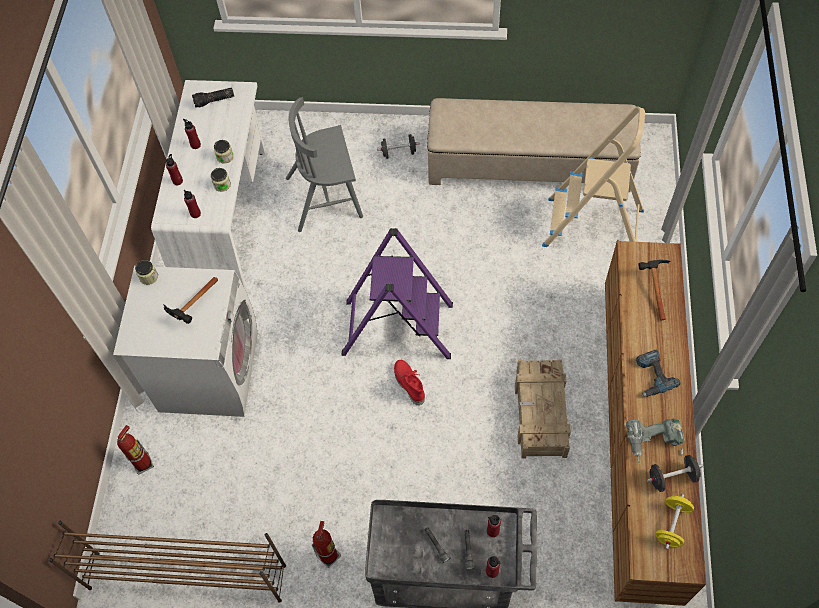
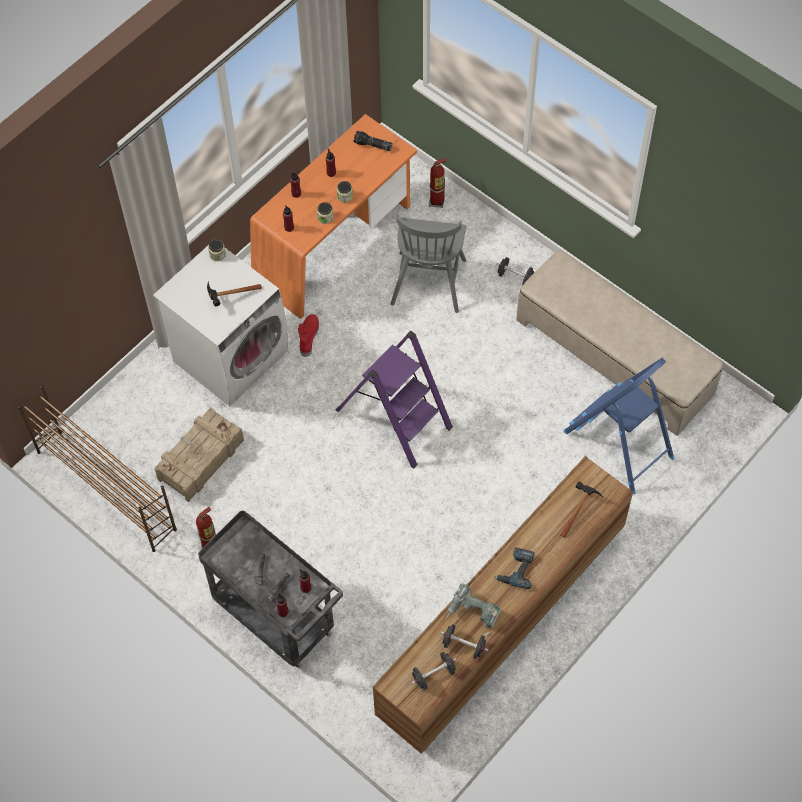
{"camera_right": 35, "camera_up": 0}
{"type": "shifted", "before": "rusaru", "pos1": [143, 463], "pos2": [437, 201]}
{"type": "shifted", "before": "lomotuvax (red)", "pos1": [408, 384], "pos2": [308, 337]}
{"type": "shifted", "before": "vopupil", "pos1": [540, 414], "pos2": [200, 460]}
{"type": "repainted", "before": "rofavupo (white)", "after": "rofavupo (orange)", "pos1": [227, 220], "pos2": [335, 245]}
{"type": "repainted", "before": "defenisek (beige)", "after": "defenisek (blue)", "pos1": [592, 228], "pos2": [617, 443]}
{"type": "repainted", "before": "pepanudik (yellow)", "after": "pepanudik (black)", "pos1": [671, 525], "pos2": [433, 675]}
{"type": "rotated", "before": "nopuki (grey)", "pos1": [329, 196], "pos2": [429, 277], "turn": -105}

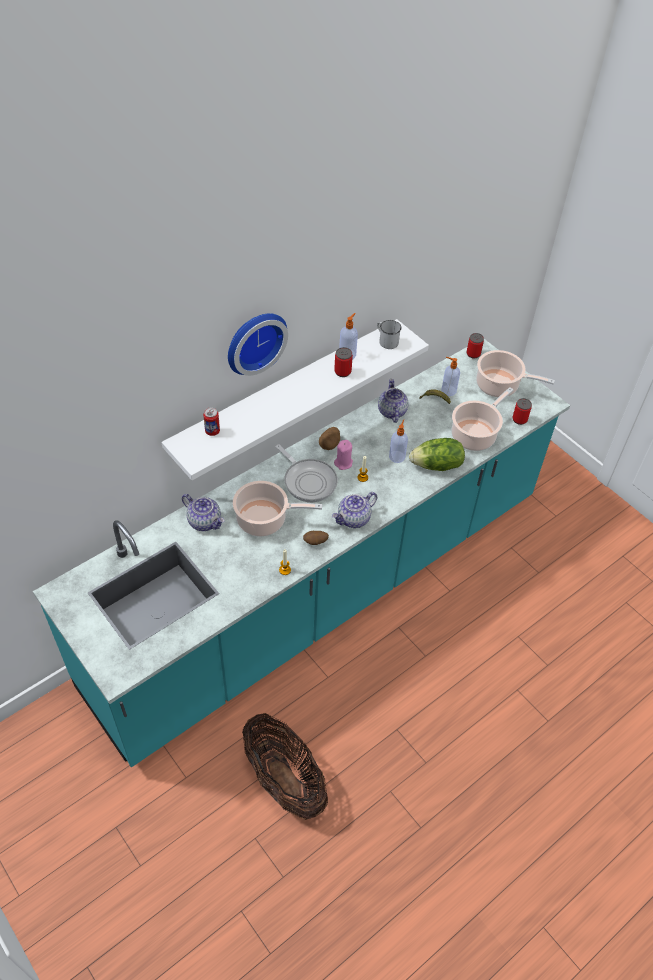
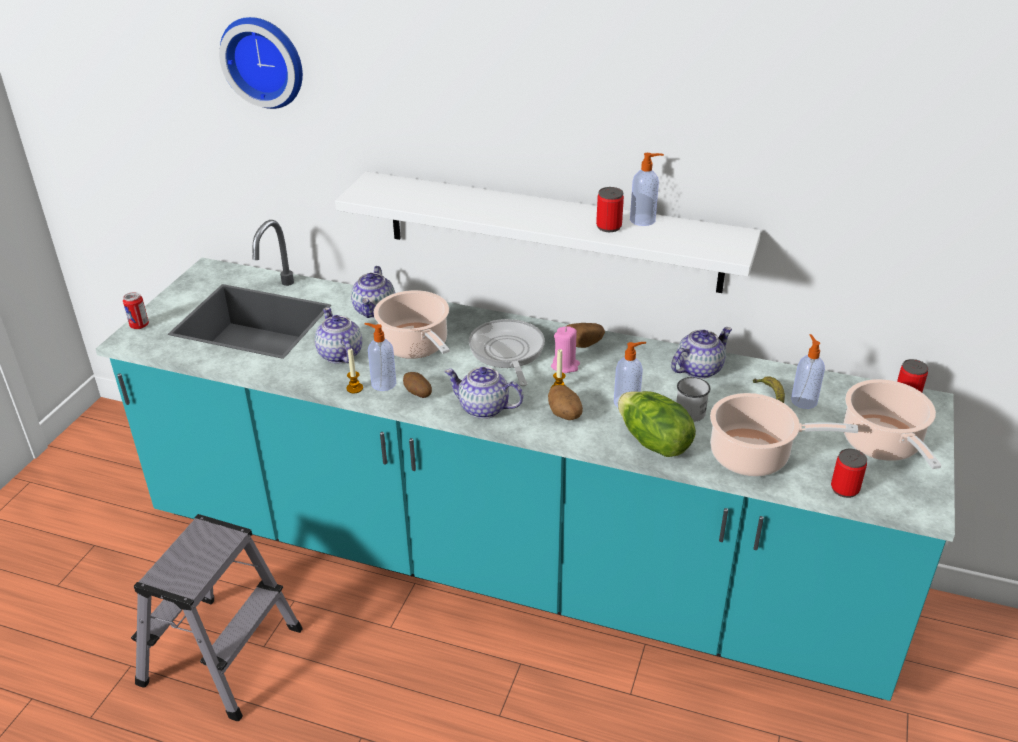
{"camera_right": 60, "camera_up": -15}
{"type": "new", "after": "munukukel", "pos2": [339, 354]}
{"type": "new", "after": "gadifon", "pos2": [382, 383]}
{"type": "new", "after": "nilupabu", "pos2": [565, 414]}
{"type": "shifted", "before": "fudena", "pos1": [212, 431], "pos2": [139, 325]}
{"type": "shifted", "before": "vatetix", "pos1": [254, 341], "pos2": [265, 61]}
{"type": "shifted", "before": "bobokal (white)", "pos1": [386, 341], "pos2": [691, 409]}
{"type": "swapped", "before": "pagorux", "after": "defenisek (grey)", "pos1": [284, 779], "pos2": [221, 655]}
{"type": "rotated", "before": "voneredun", "pos1": [308, 481], "pos2": [507, 352], "turn": 150}

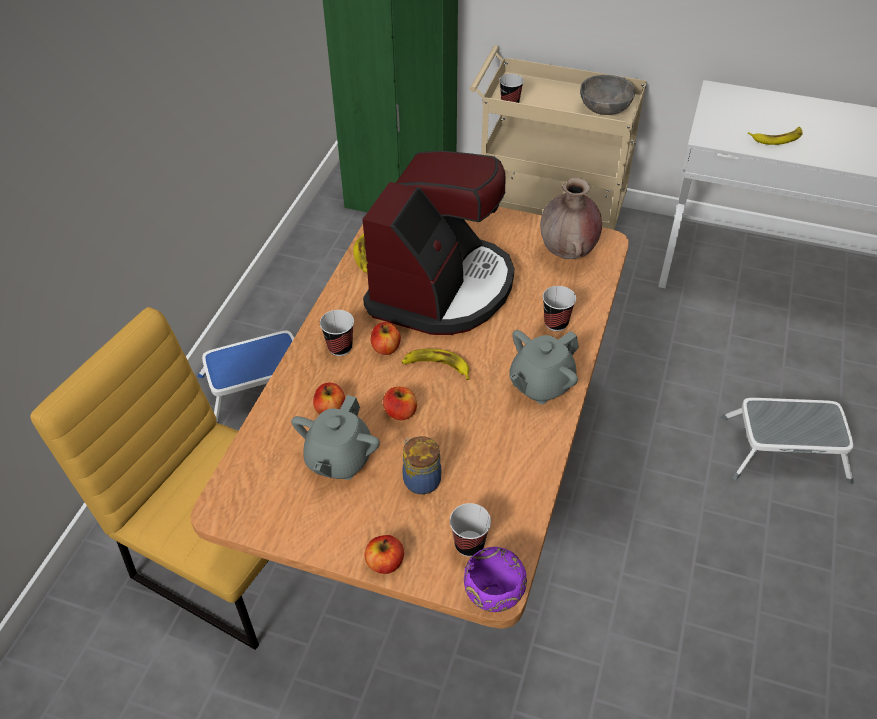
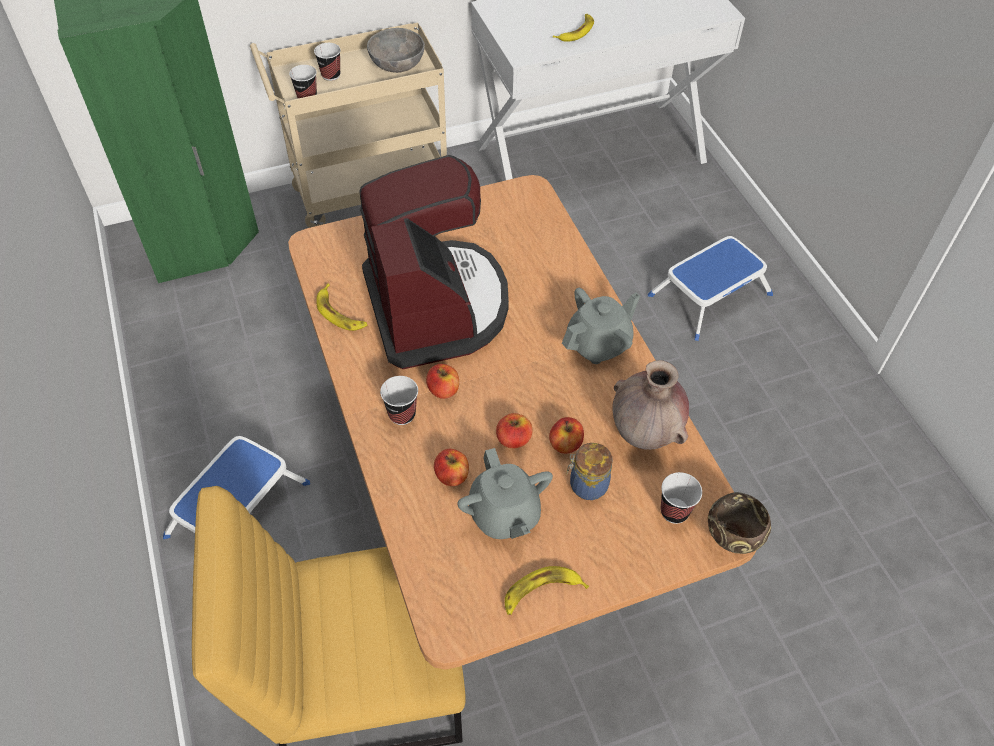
{"camera_right": -40, "camera_up": 5}
{"type": "shifted", "before": "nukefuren", "pos1": [385, 563], "pos2": [565, 444]}
{"type": "shifted", "before": "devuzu", "pos1": [436, 366], "pos2": [541, 592]}
{"type": "shifted", "before": "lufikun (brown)", "pos1": [567, 253], "pos2": [644, 434]}
{"type": "shifted", "before": "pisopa", "pos1": [556, 323], "pos2": [331, 75]}
{"type": "repainted", "before": "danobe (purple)", "after": "danobe (brown)", "pos1": [493, 598], "pos2": [732, 540]}
{"type": "repainted", "before": "defenisek (grey)", "after": "defenisek (blue)", "pos1": [785, 450], "pos2": [710, 295]}
{"type": "rotated", "before": "munukukel (grey)", "pos1": [540, 384], "pos2": [598, 344], "turn": -135}

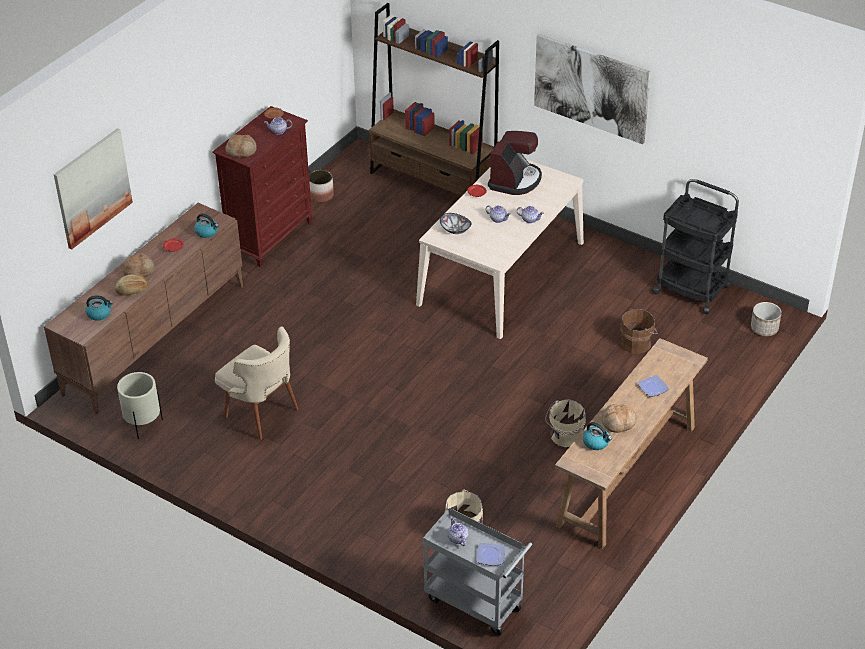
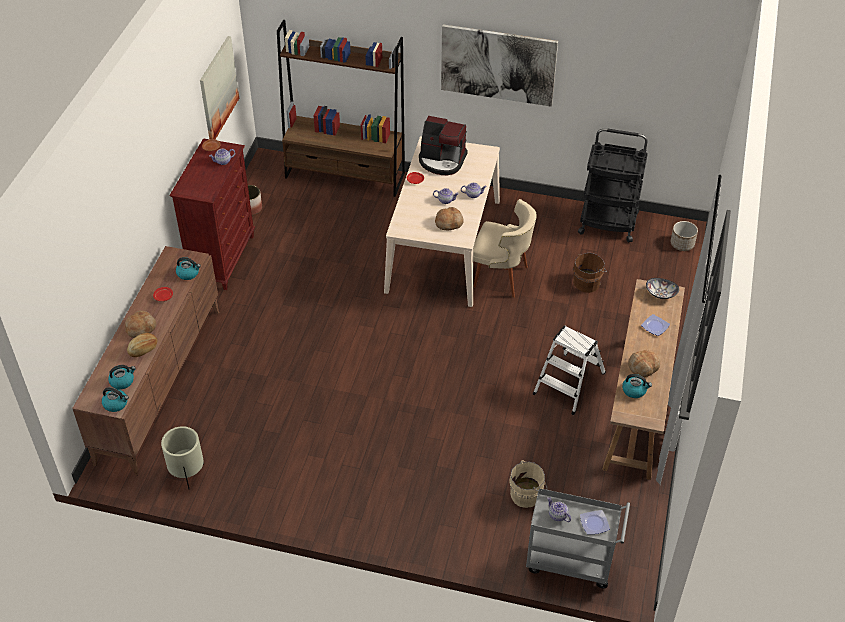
{"camera_right": -20, "camera_up": 5}
{"type": "new", "after": "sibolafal", "pos2": [116, 404]}
{"type": "shifted", "before": "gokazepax", "pos1": [92, 188], "pos2": [218, 89]}
{"type": "shifted", "before": "nopuki (beige)", "pos1": [261, 413], "pos2": [500, 277]}
{"type": "shifted", "before": "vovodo", "pos1": [241, 151], "pos2": [449, 222]}
{"type": "shifted", "before": "danobe", "pos1": [455, 230], "pos2": [660, 294]}
{"type": "swapped", "before": "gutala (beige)", "after": "defenisek (white)", "pos1": [564, 436], "pos2": [569, 383]}
{"type": "rotated", "before": "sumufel", "pos1": [515, 180], "pos2": [442, 160], "turn": 105}

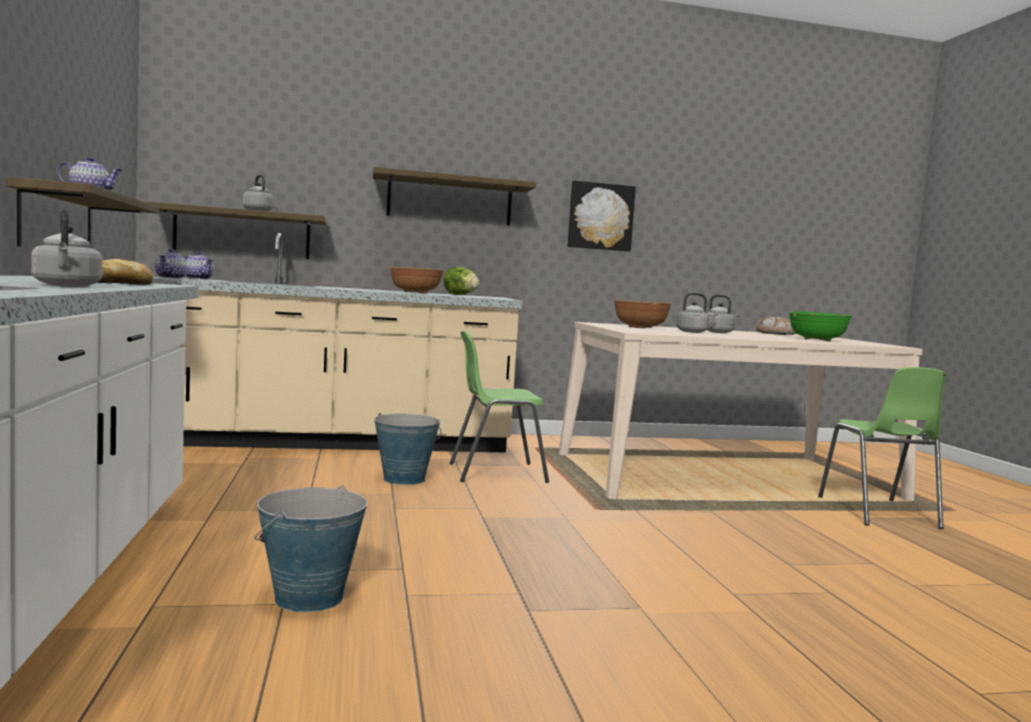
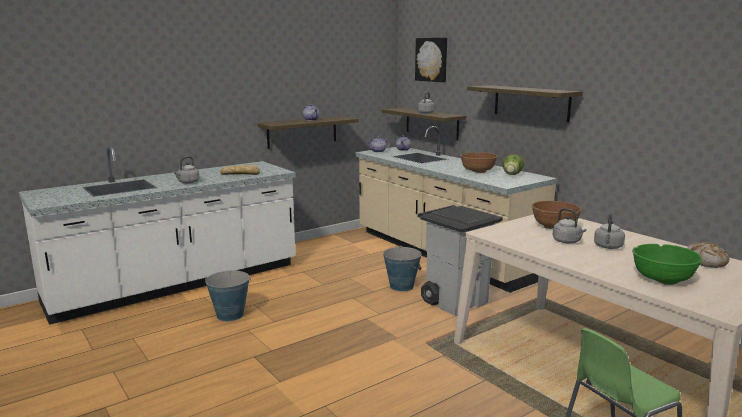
{"camera_right": 65, "camera_up": 10}
{"type": "shifted", "before": "gokazepax", "pos1": [600, 216], "pos2": [432, 59]}
{"type": "swapped", "before": "nopuki (green)", "after": "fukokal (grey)", "pos1": [496, 472], "pos2": [455, 301]}

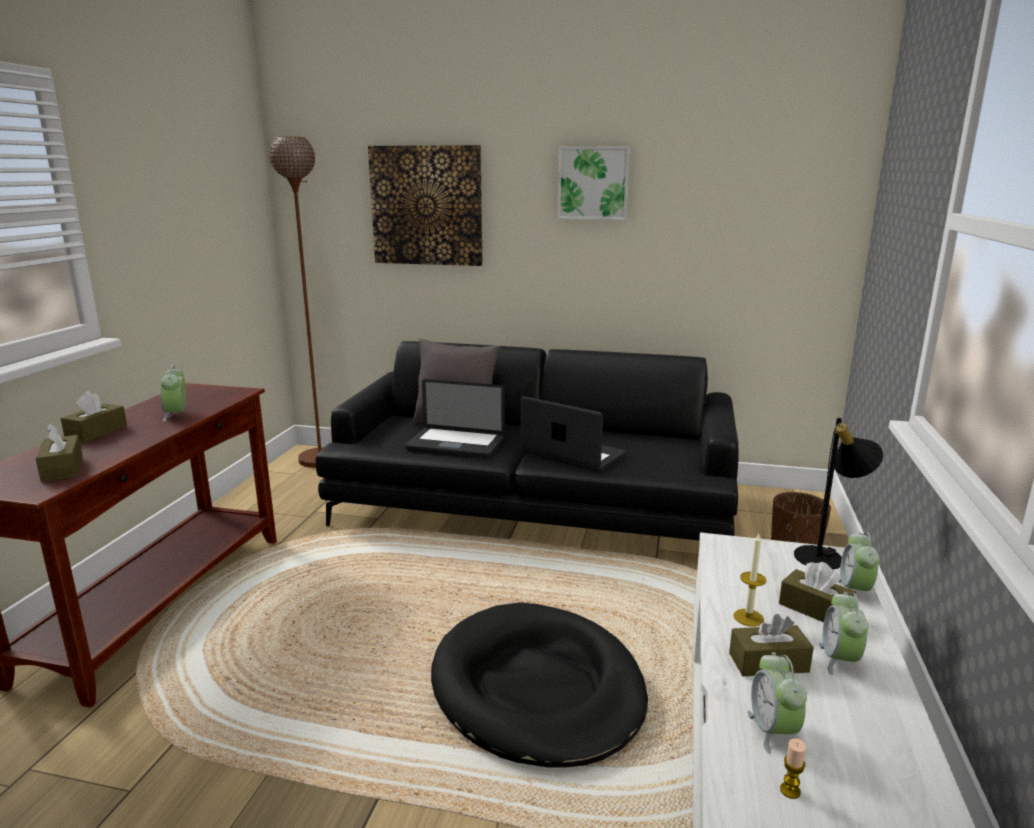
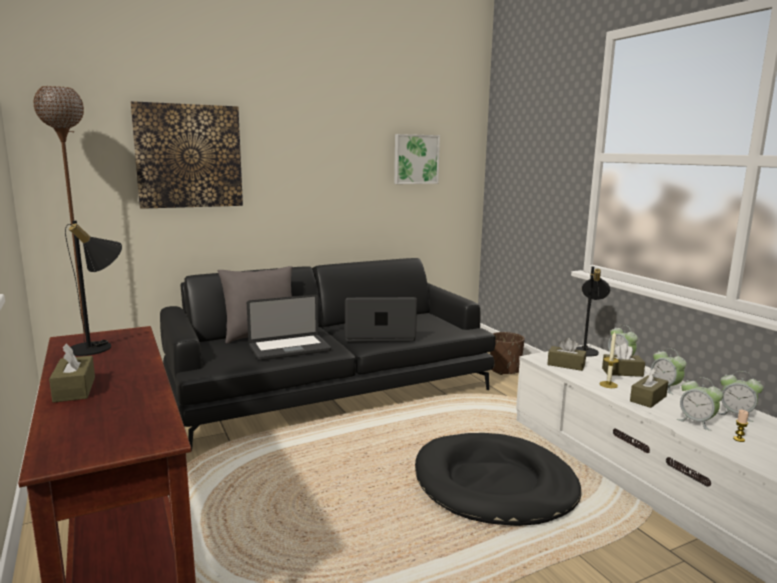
{"camera_right": -40, "camera_up": -5}
{"type": "new", "after": "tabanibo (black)", "pos2": [98, 347]}
{"type": "shifted", "before": "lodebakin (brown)", "pos1": [62, 469], "pos2": [566, 365]}
{"type": "shifted", "before": "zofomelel", "pos1": [176, 415], "pos2": [736, 414]}
{"type": "shifted", "before": "gokazepax", "pos1": [593, 183], "pos2": [415, 159]}

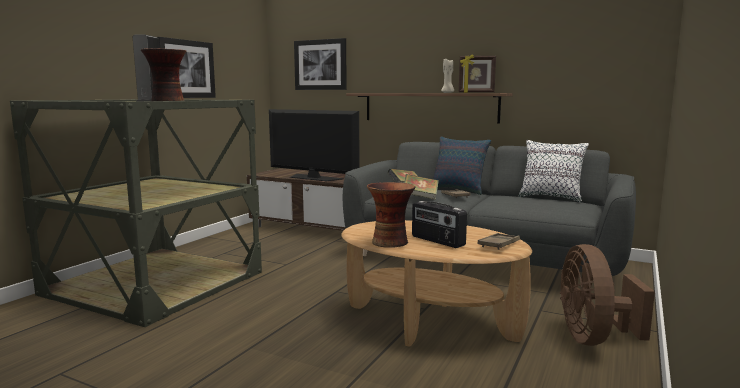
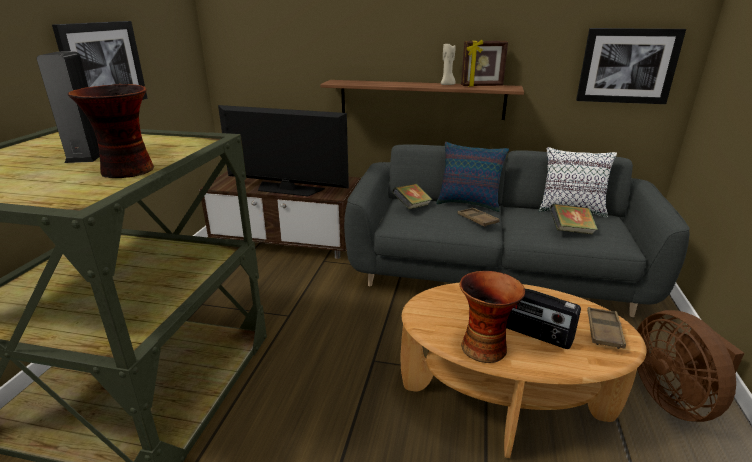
{"camera_right": -15, "camera_up": 15}
{"type": "shifted", "before": "gokazepax", "pos1": [320, 65], "pos2": [627, 66]}
{"type": "shifted", "before": "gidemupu", "pos1": [420, 197], "pos2": [570, 231]}

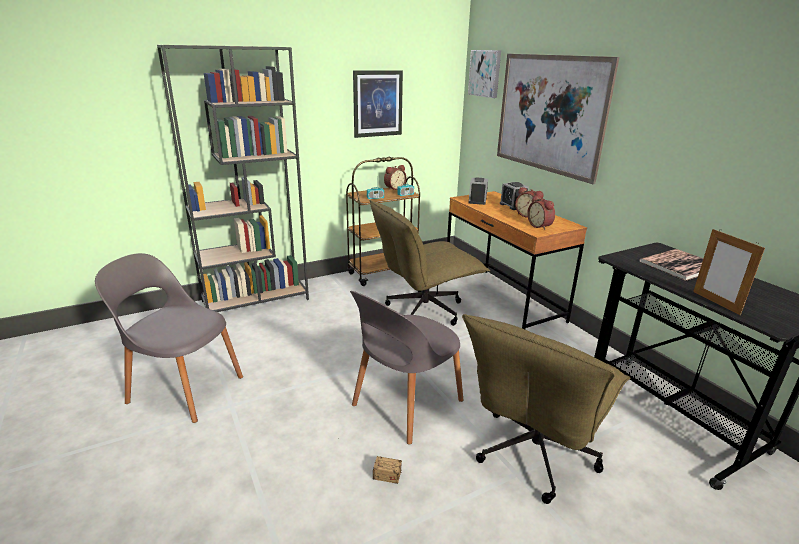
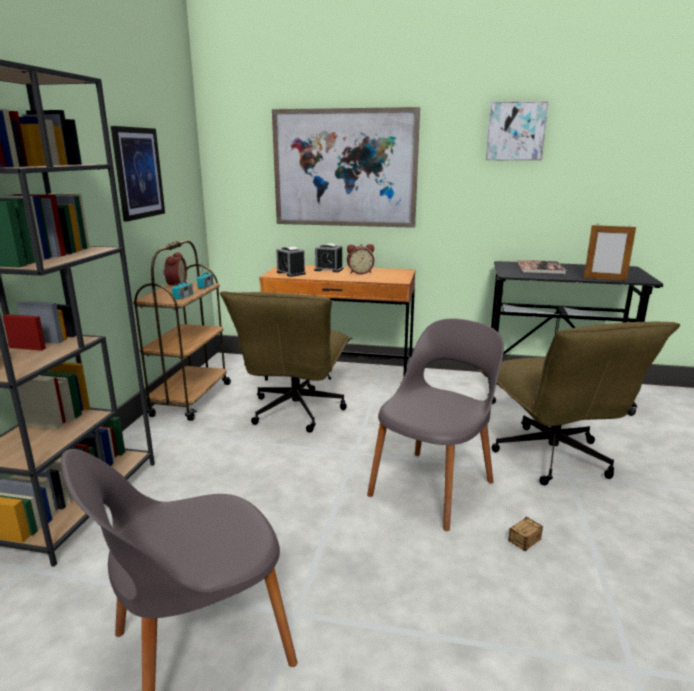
{"camera_right": -50, "camera_up": -5}
{"type": "gone", "before": "zofomelel", "pos1": [540, 226]}
{"type": "shifted", "before": "gokazepax", "pos1": [485, 73], "pos2": [515, 131]}
{"type": "rotated", "before": "nopuki (grey)", "pos1": [405, 404], "pos2": [433, 486], "turn": -135}

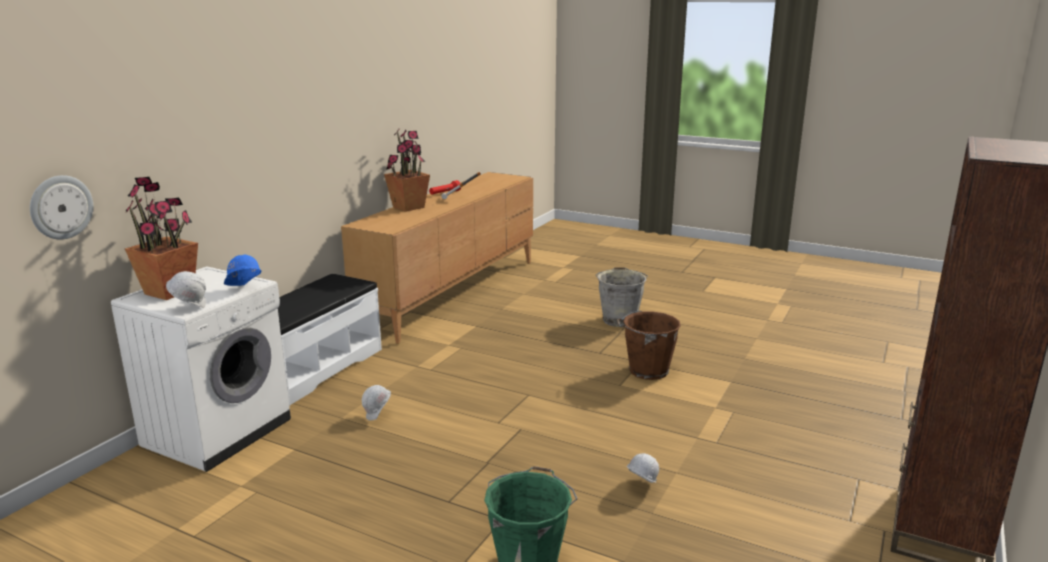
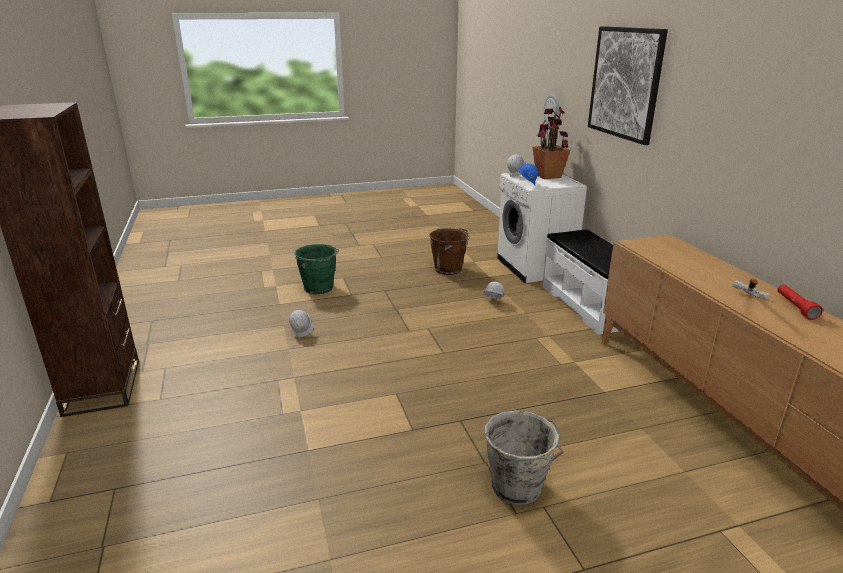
{"camera_right": 135, "camera_up": 5}
{"type": "gone", "before": "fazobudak", "pos1": [409, 207]}
{"type": "new", "after": "gokazepax", "pos2": [625, 83]}
{"type": "shifted", "before": "gutala (brown)", "pos1": [646, 371], "pos2": [449, 269]}

